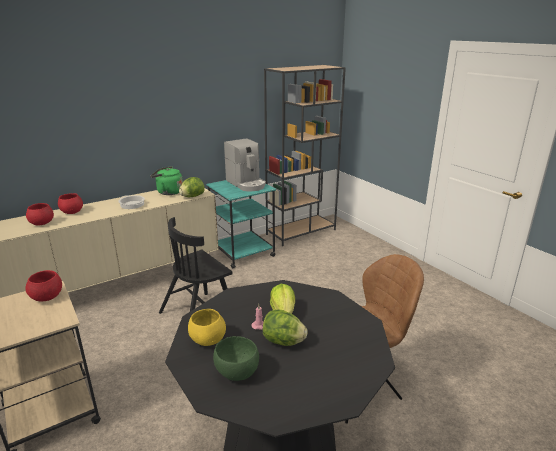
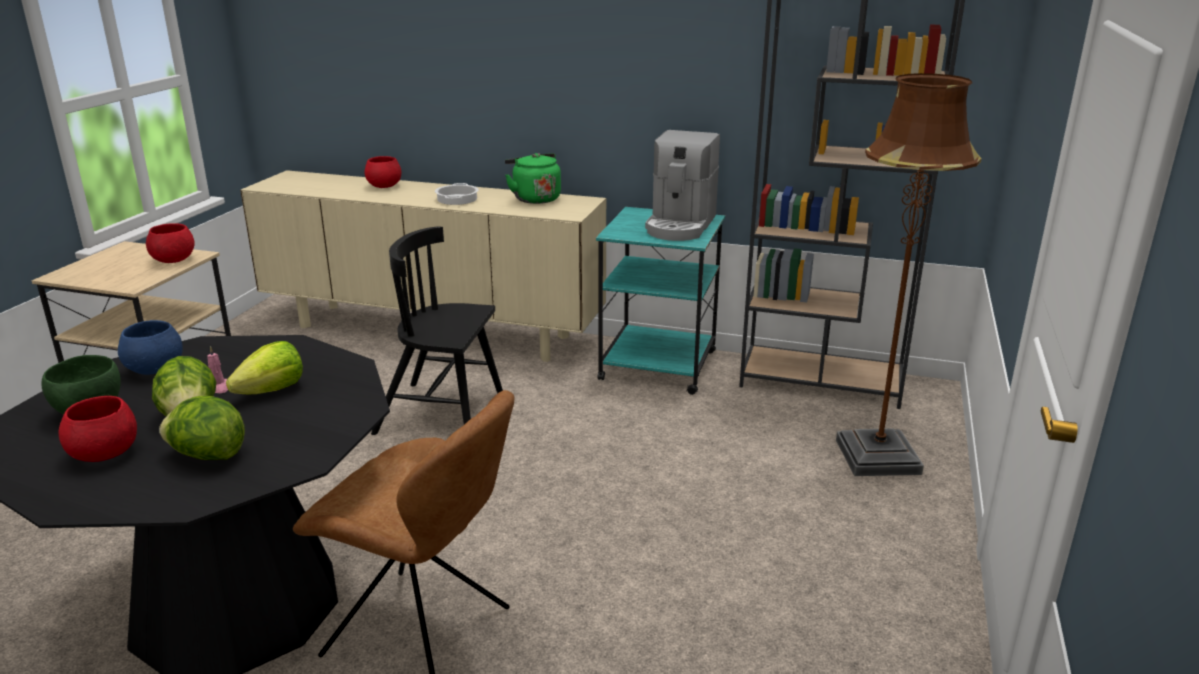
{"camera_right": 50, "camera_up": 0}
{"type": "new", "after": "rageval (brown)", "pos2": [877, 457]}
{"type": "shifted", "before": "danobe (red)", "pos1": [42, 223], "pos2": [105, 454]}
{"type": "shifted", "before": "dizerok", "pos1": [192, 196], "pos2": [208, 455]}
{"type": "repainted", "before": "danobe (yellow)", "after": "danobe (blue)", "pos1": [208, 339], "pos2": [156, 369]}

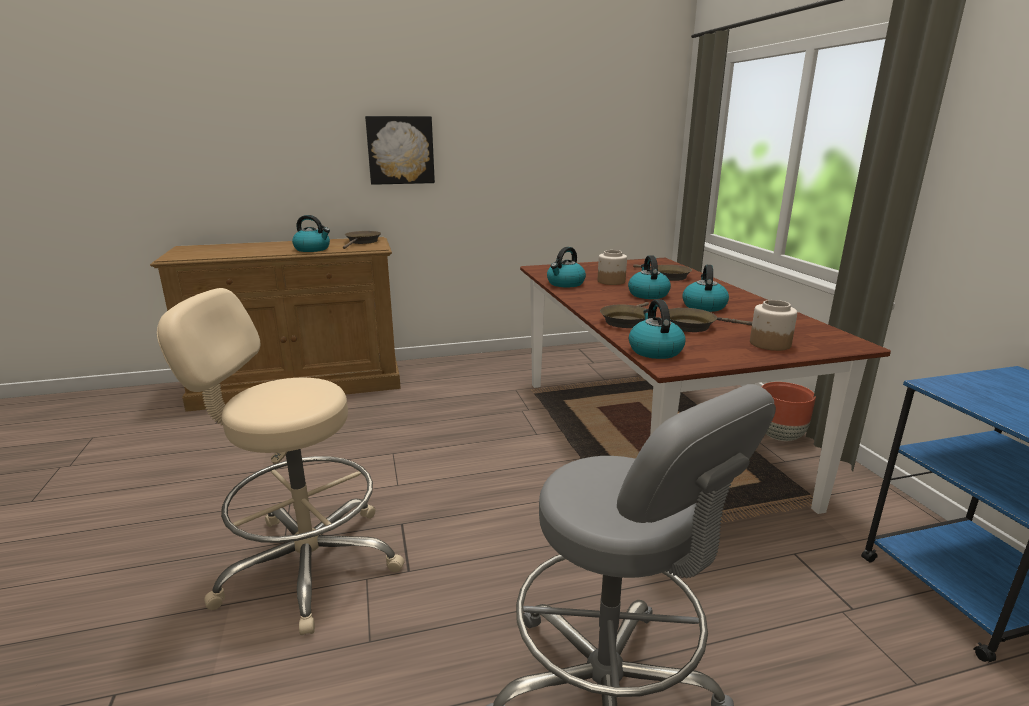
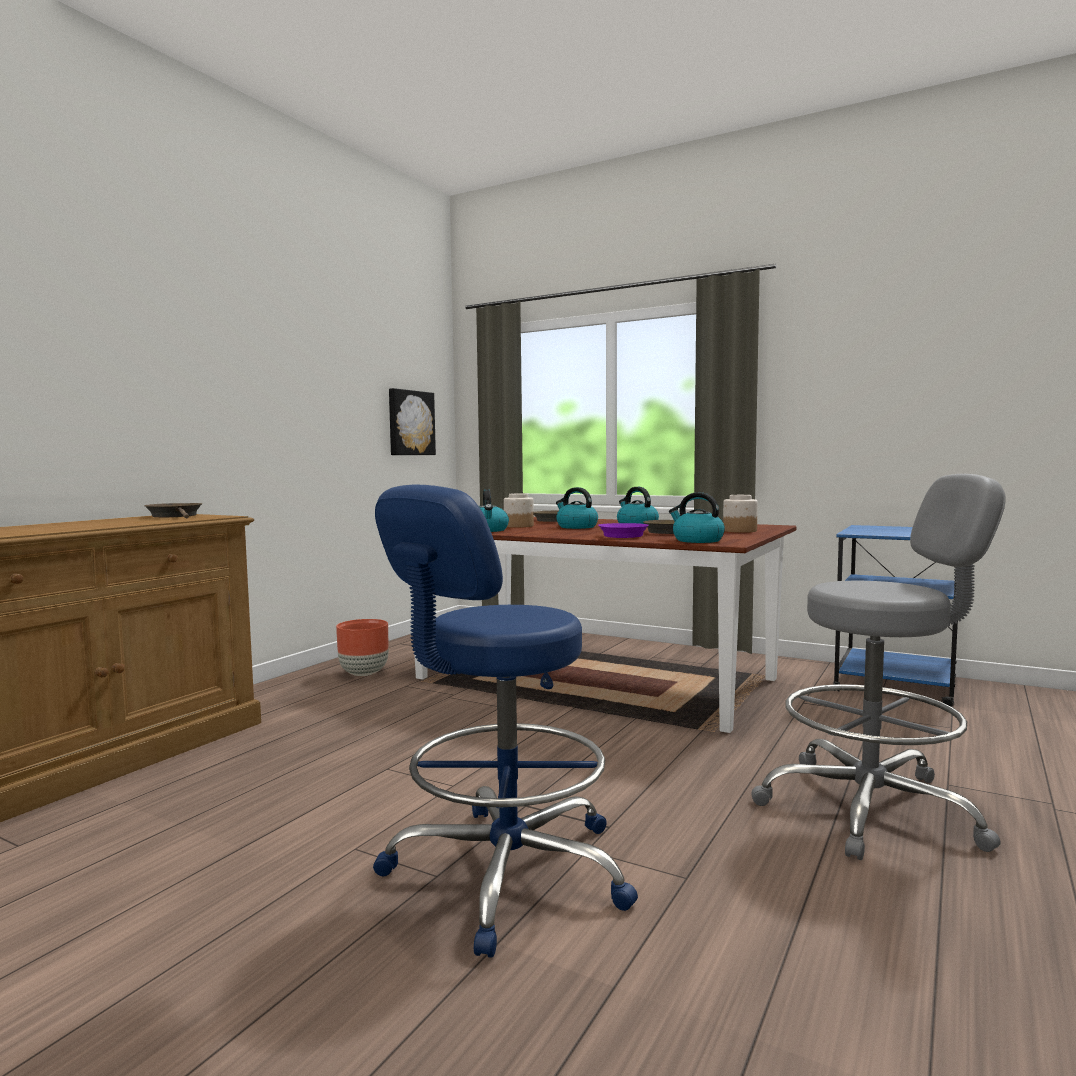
{"camera_right": -45, "camera_up": -15}
{"type": "gone", "before": "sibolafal", "pos1": [313, 249]}
{"type": "shifted", "before": "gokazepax", "pos1": [400, 150], "pos2": [410, 423]}
{"type": "shifted", "before": "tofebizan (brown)", "pos1": [780, 436], "pos2": [364, 673]}
{"type": "repainted", "before": "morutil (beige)", "after": "morutil (blue)", "pos1": [307, 564], "pos2": [505, 874]}
{"type": "repainted", "before": "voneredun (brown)", "after": "voneredun (purple)", "pos1": [626, 320], "pos2": [620, 535]}

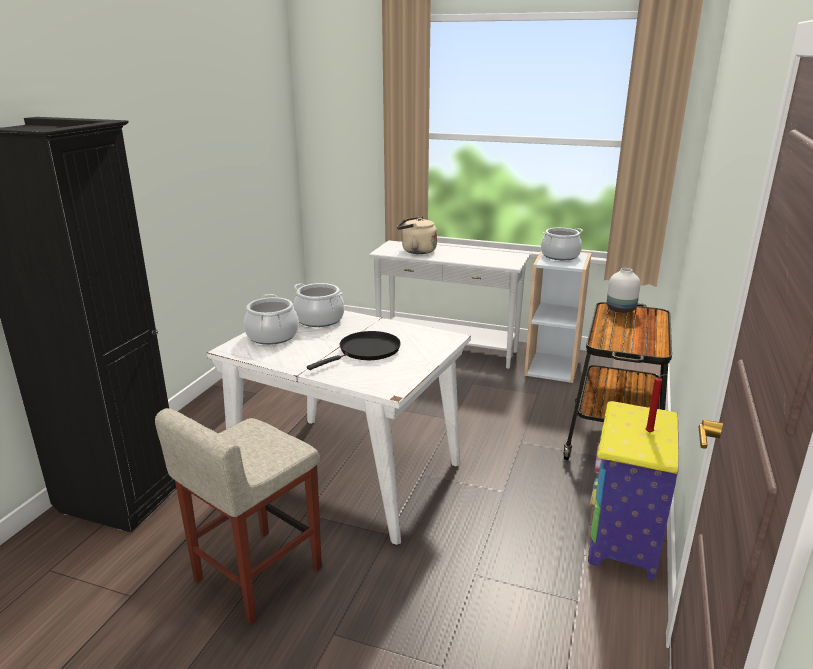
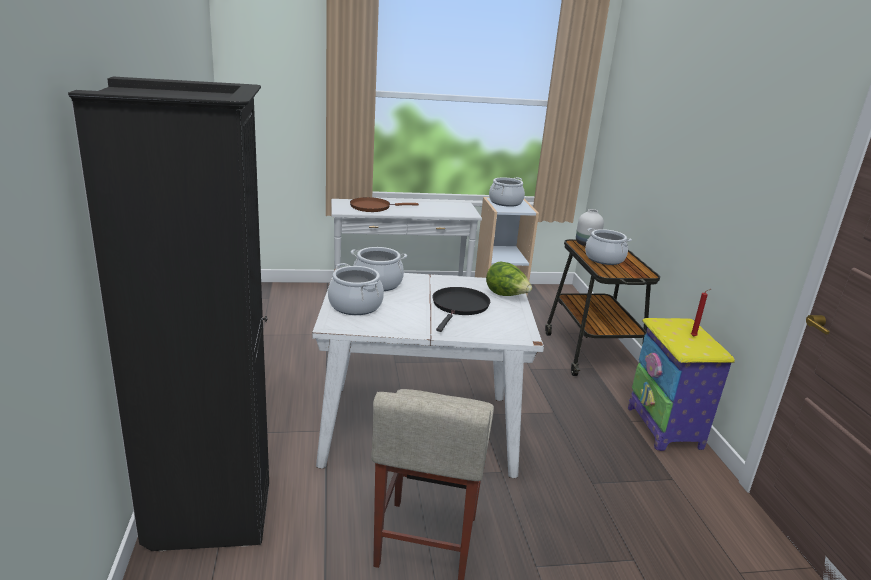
{"camera_right": -30, "camera_up": 0}
{"type": "new", "after": "dizerok", "pos2": [506, 295]}
{"type": "new", "after": "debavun", "pos2": [604, 259]}
{"type": "swapped", "before": "sibolafal (beige)", "after": "voneredun (brown)", "pos1": [416, 251], "pos2": [373, 207]}

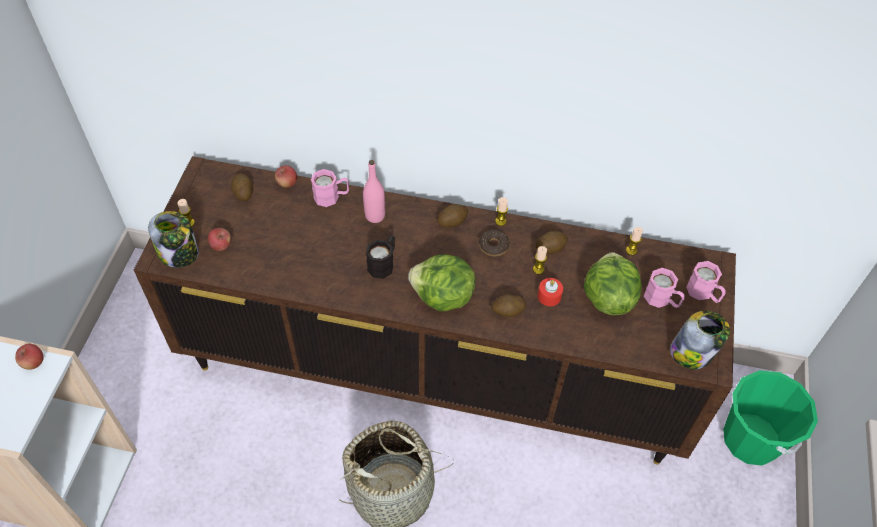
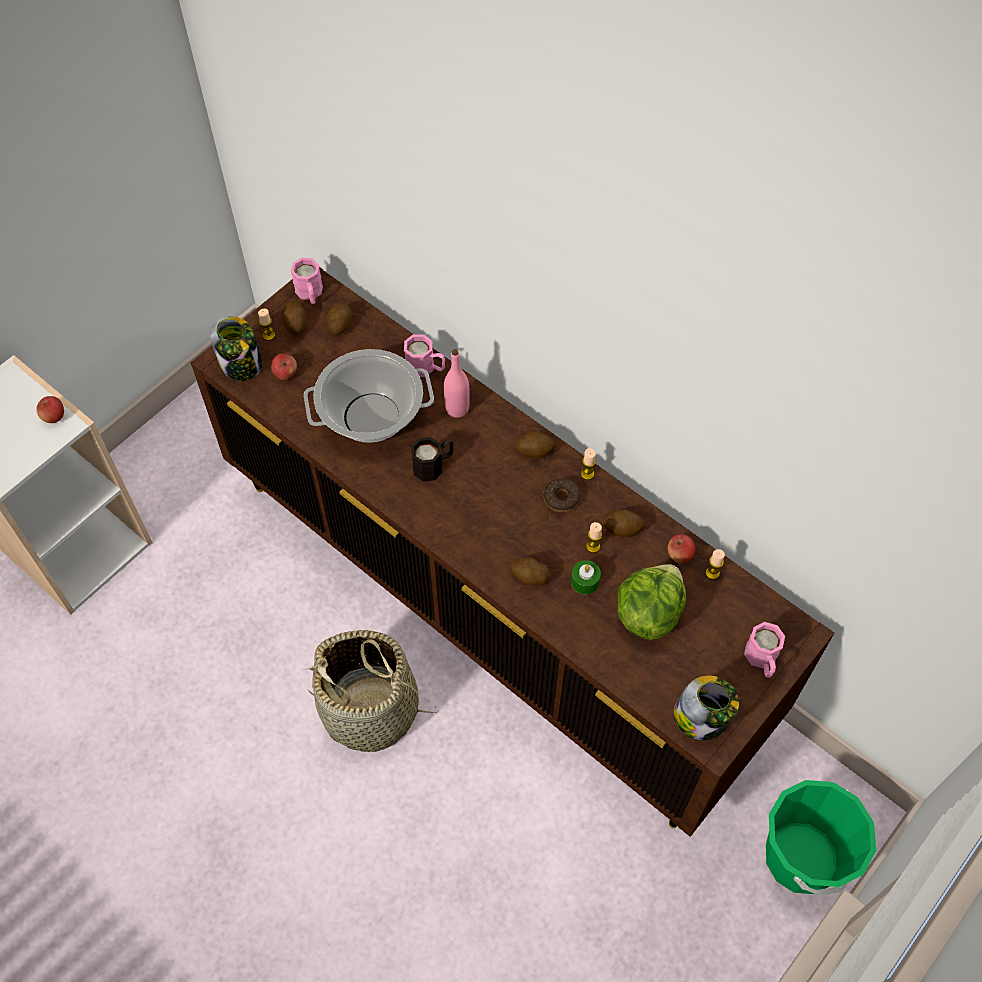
{"camera_right": 30, "camera_up": 5}
{"type": "gone", "before": "dizerok", "pos1": [442, 297]}
{"type": "new", "after": "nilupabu", "pos2": [295, 324]}
{"type": "new", "after": "debavun", "pos2": [371, 417]}
{"type": "shifted", "before": "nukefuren", "pos1": [287, 183], "pos2": [679, 555]}
{"type": "shifted", "before": "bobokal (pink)", "pos1": [662, 300], "pos2": [310, 294]}
{"type": "repainted", "before": "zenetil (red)", "after": "zenetil (green)", "pos1": [549, 296], "pos2": [585, 581]}

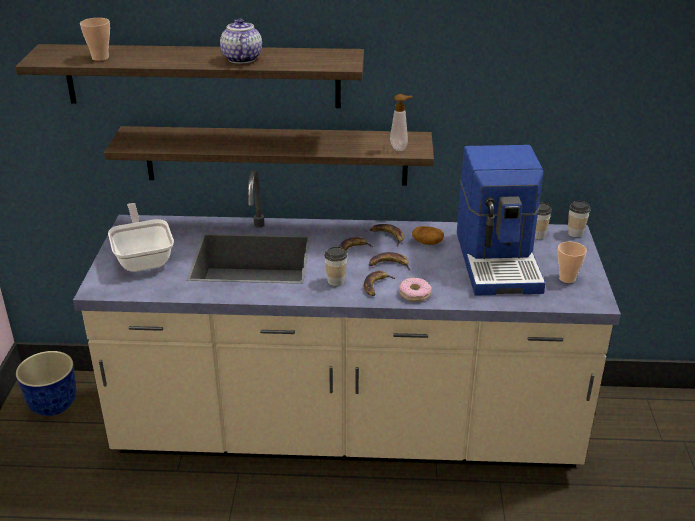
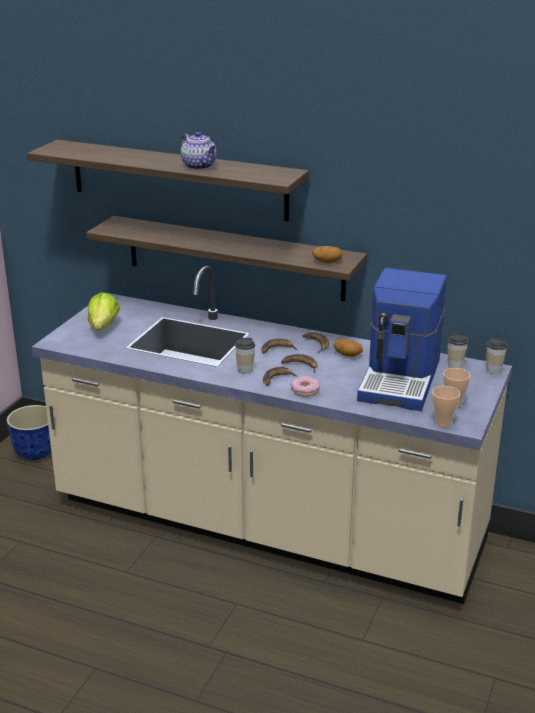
{"camera_right": 20, "camera_up": -5}
{"type": "shifted", "before": "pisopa", "pos1": [100, 58], "pos2": [443, 423]}
{"type": "swapped", "before": "voneredun", "after": "dizerok", "pos1": [144, 258], "pos2": [103, 327]}
{"type": "swapped", "before": "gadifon", "after": "nilupabu", "pos1": [400, 148], "pos2": [327, 262]}
{"type": "rotated", "before": "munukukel", "pos1": [241, 58], "pos2": [200, 166], "turn": 135}

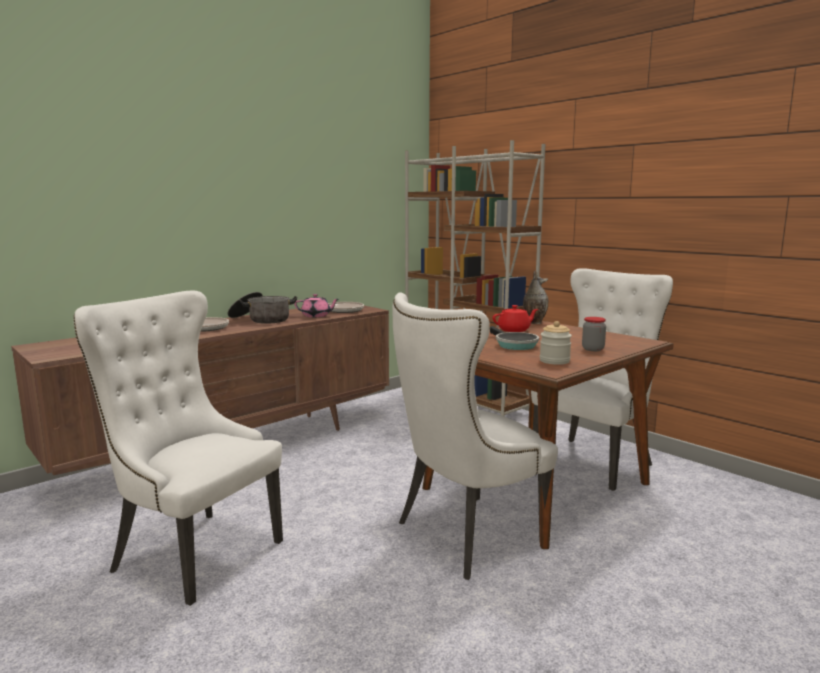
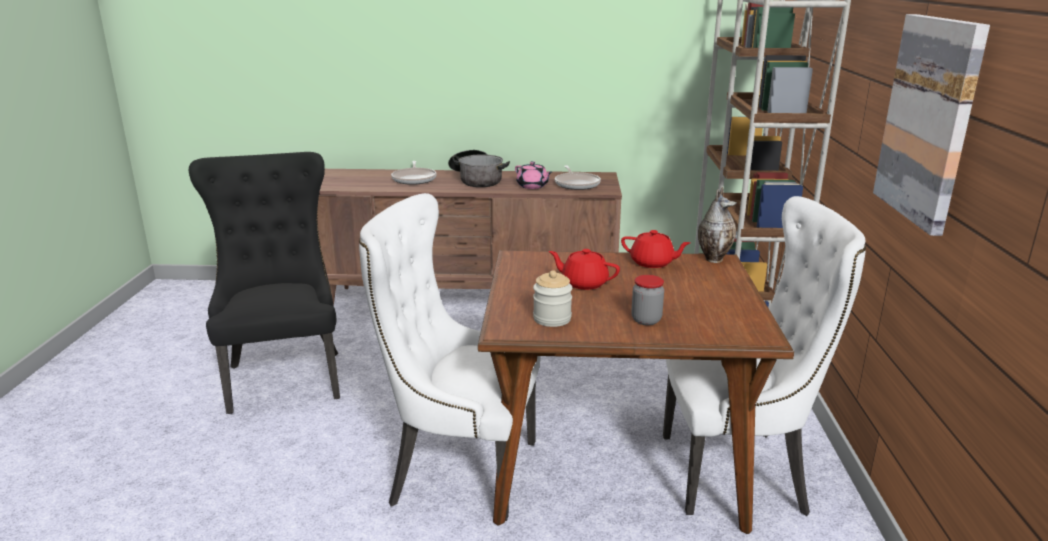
{"camera_right": 45, "camera_up": 10}
{"type": "new", "after": "gokazepax", "pos2": [929, 120]}
{"type": "swapped", "before": "voneredun", "after": "munukukel (red)", "pos1": [514, 345], "pos2": [583, 283]}
{"type": "repainted", "before": "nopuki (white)", "after": "nopuki (black)", "pos1": [196, 554], "pos2": [284, 380]}

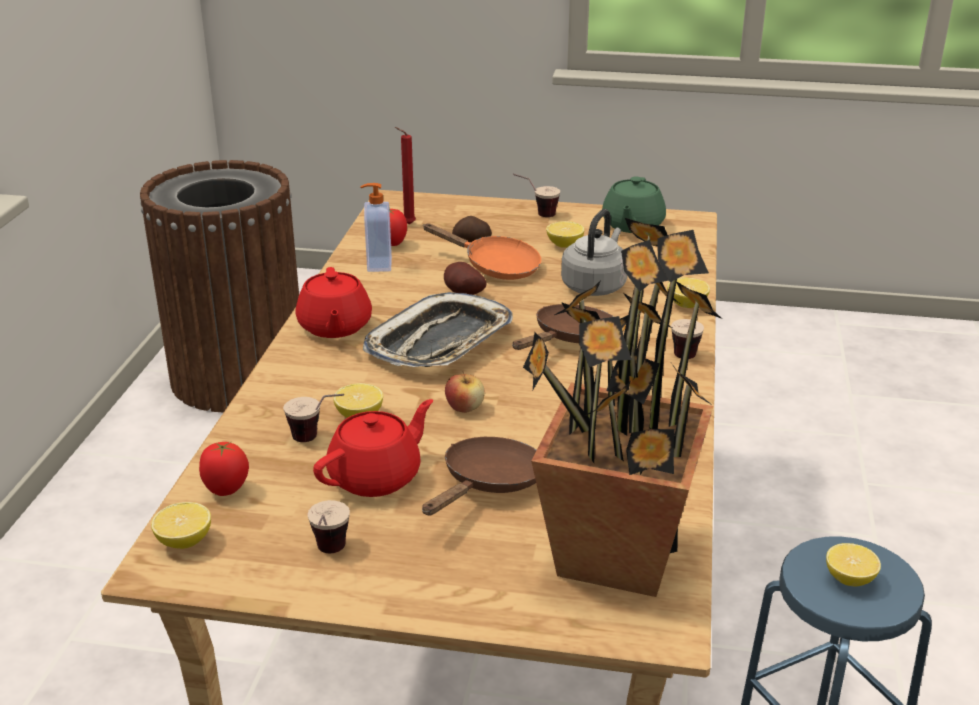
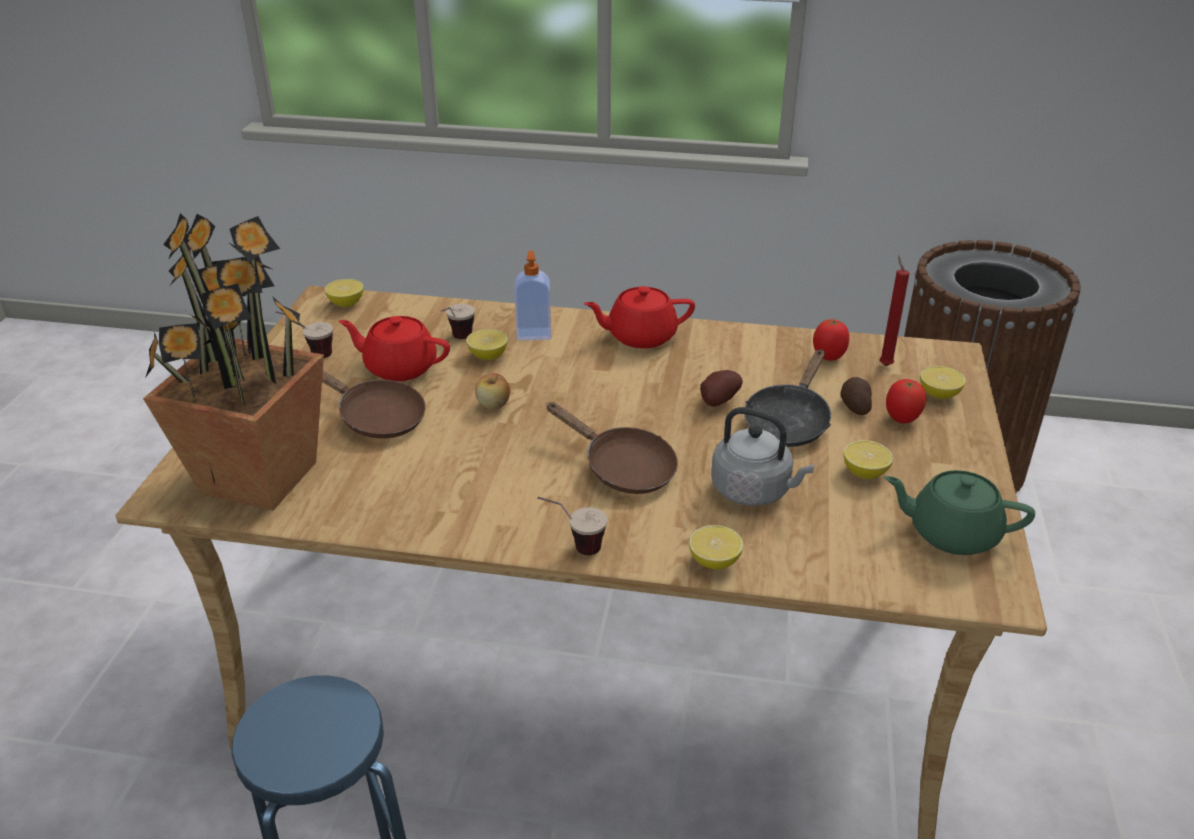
{"camera_right": 90, "camera_up": 5}
{"type": "gone", "before": "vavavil", "pos1": [440, 342]}
{"type": "gone", "before": "pisopa", "pos1": [536, 214]}
{"type": "shifted", "before": "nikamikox", "pos1": [226, 490], "pos2": [901, 419]}
{"type": "shifted", "before": "gadifon", "pos1": [378, 265], "pos2": [534, 333]}
{"type": "shifted", "before": "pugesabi", "pos1": [849, 579], "pos2": [939, 395]}
{"type": "repainted", "before": "voneredun (orange)", "after": "voneredun (black)", "pos1": [495, 267], "pos2": [788, 421]}
{"type": "rotated", "before": "munukukel (red)", "pos1": [377, 477], "pos2": [399, 367], "turn": 150}

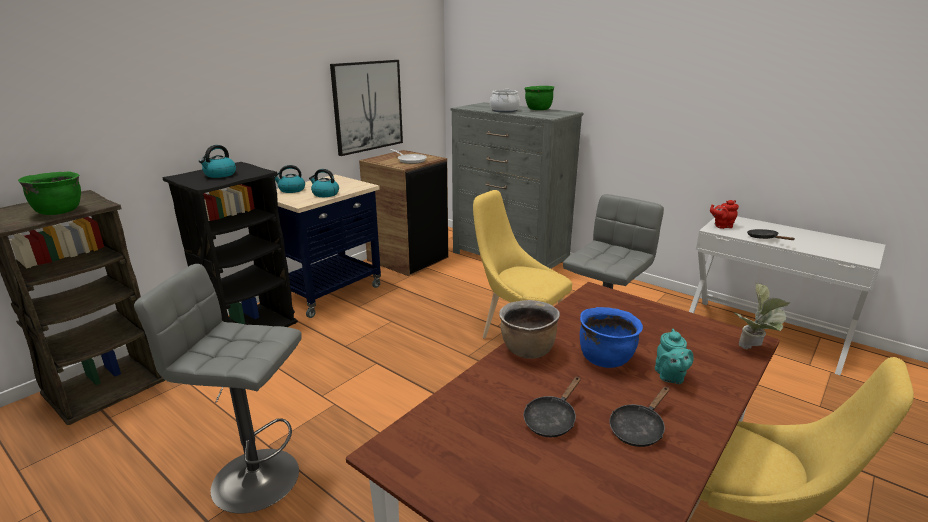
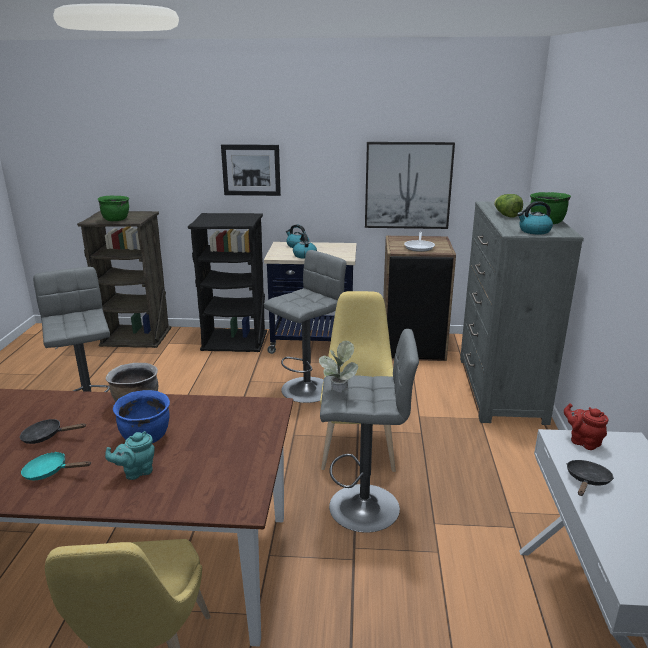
{"camera_right": 55, "camera_up": 0}
{"type": "new", "after": "gokazepax", "pos2": [251, 170]}
{"type": "new", "after": "morutil (grey)", "pos2": [308, 389]}
{"type": "shifted", "before": "sibolafal", "pos1": [220, 175], "pos2": [534, 231]}
{"type": "shifted", "before": "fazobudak", "pos1": [754, 349], "pos2": [337, 394]}
{"type": "swapped", "before": "debavun", "after": "dizerok", "pos1": [504, 110], "pos2": [506, 215]}
{"type": "repainted", "before": "voneredun (black)", "after": "voneredun (turquoise)", "pos1": [638, 429], "pos2": [50, 472]}

